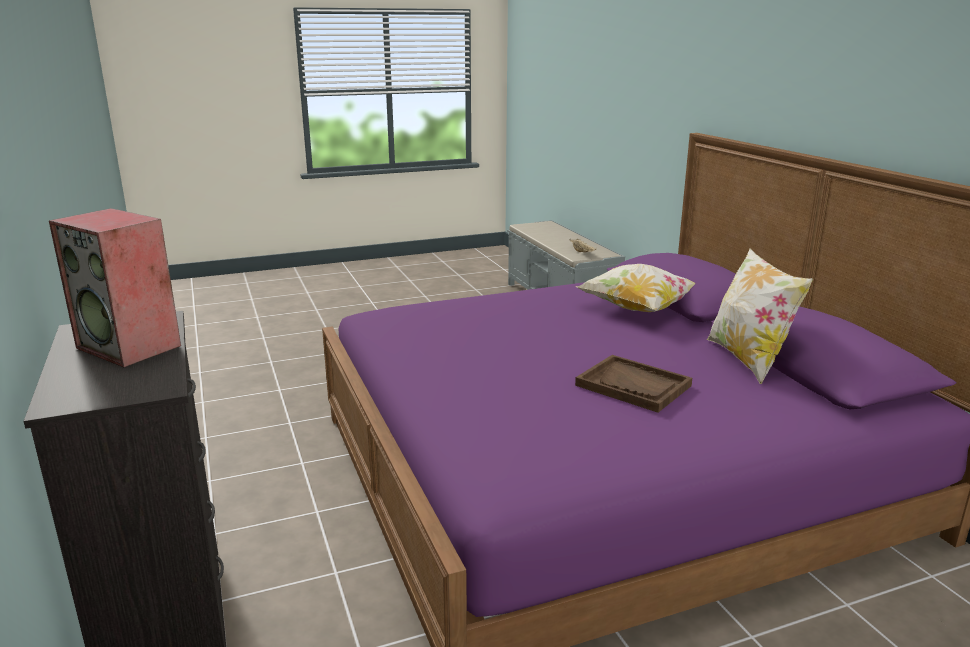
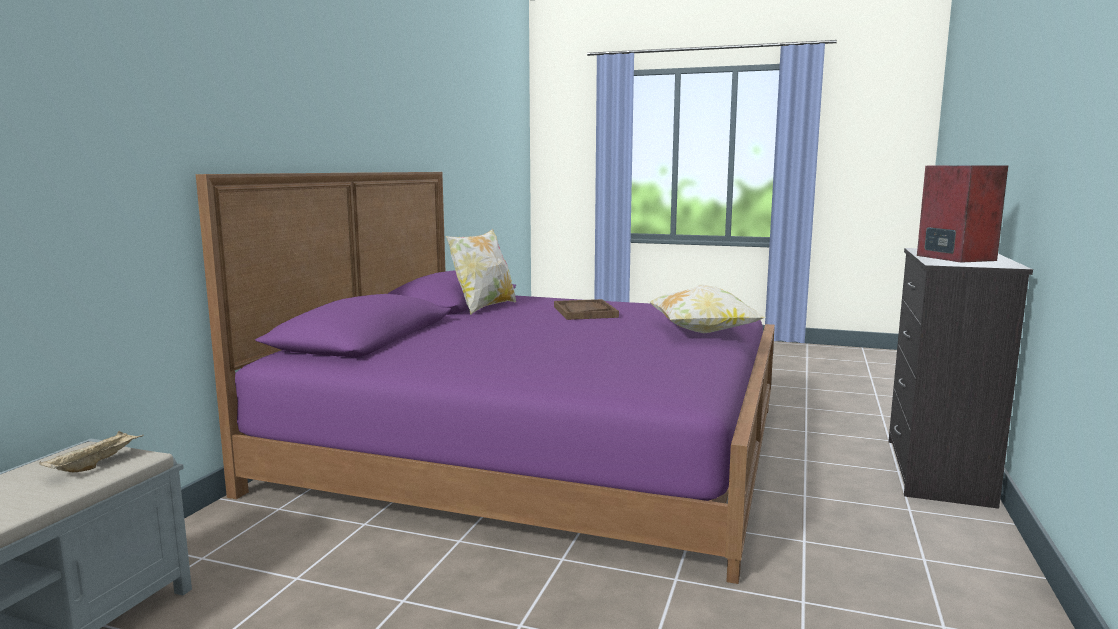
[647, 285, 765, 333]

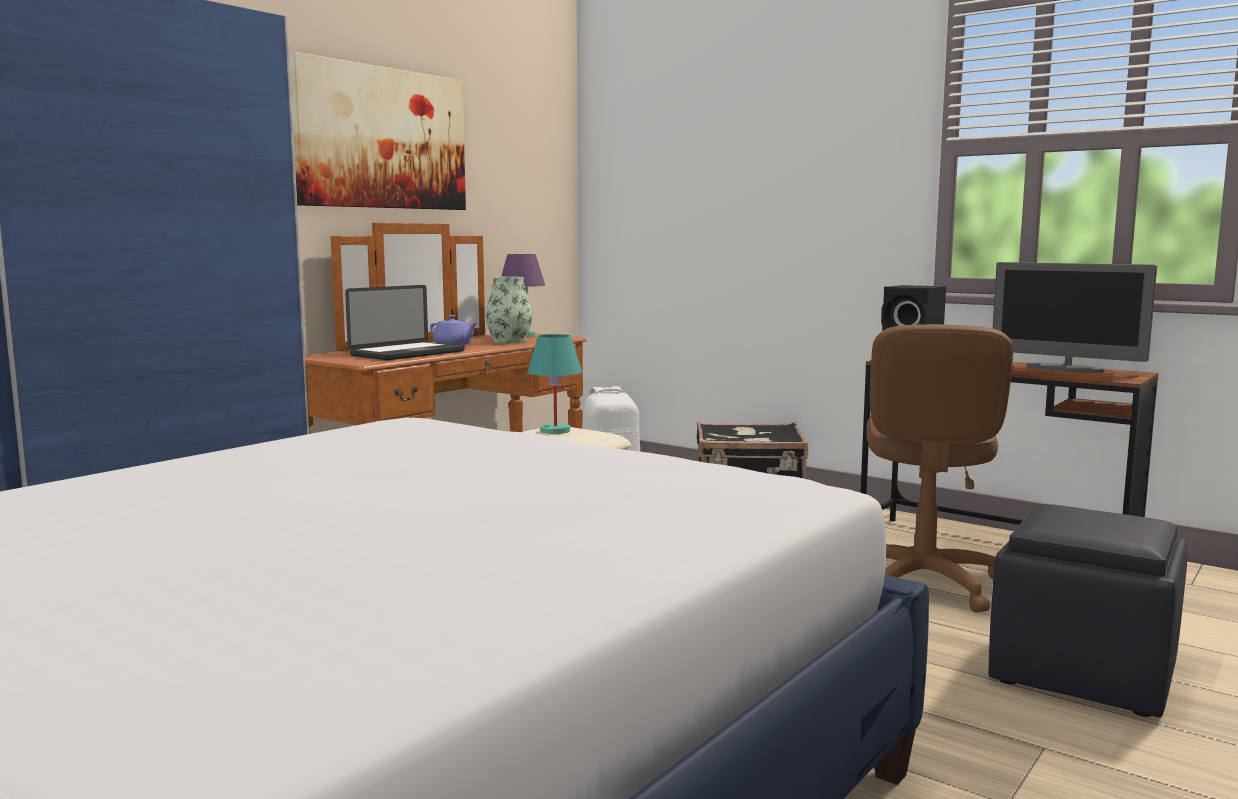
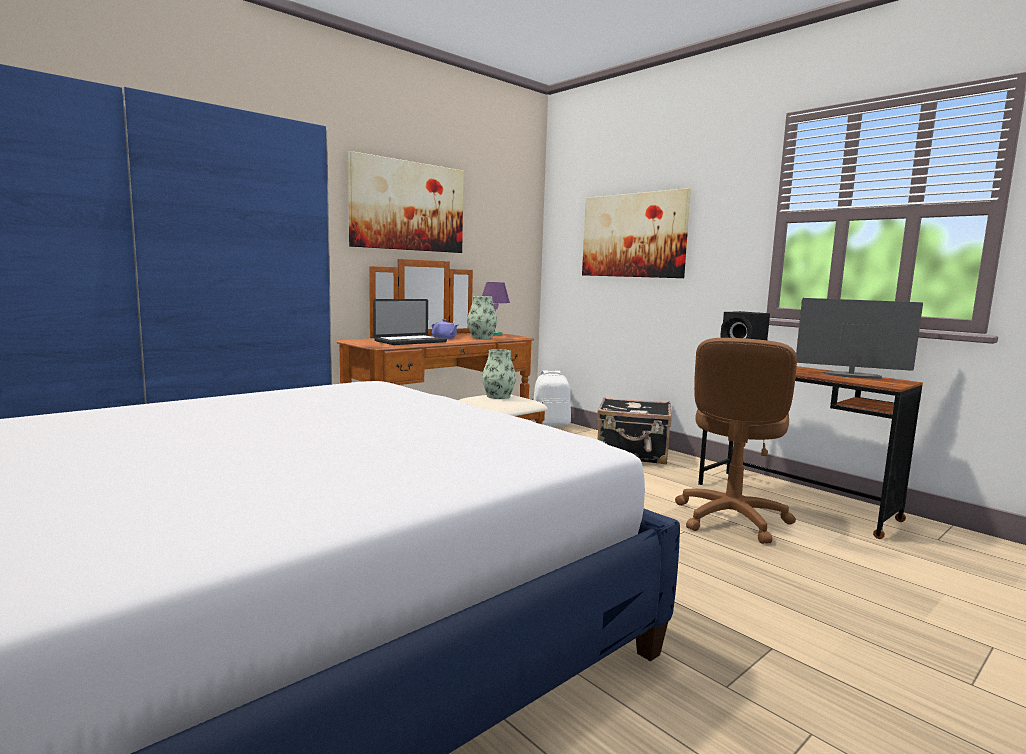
[482, 349, 516, 399]
[582, 188, 691, 278]
[796, 298, 923, 379]
[988, 504, 1187, 718] (first image)

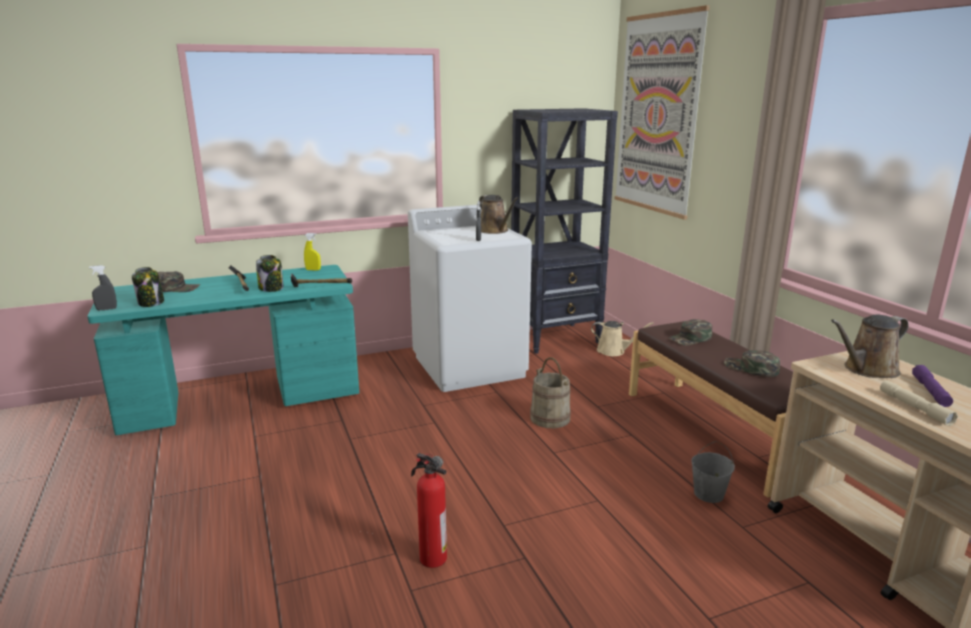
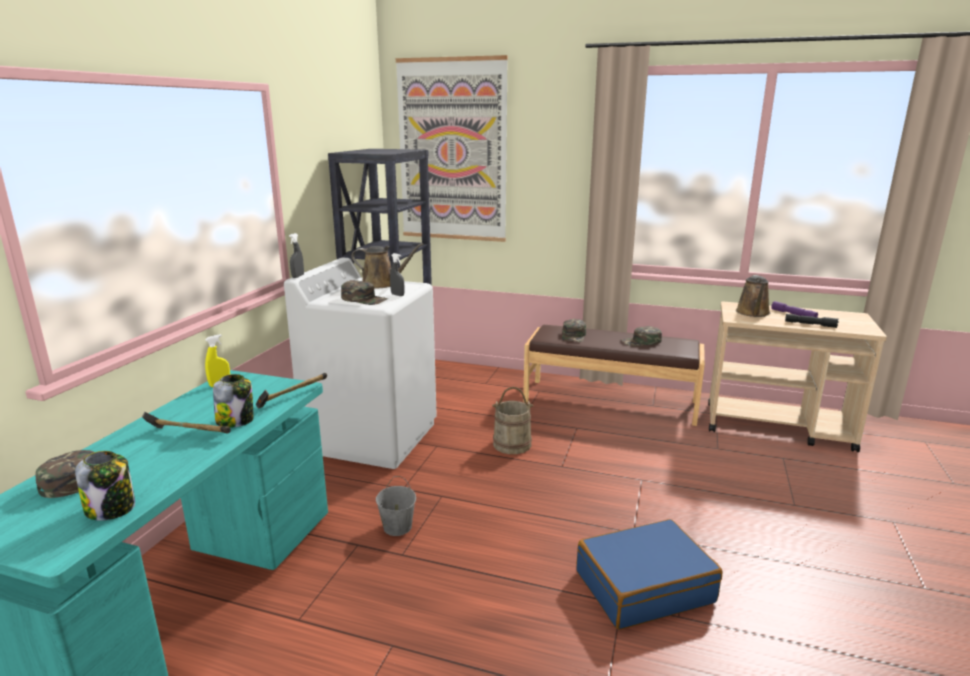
[289, 233, 304, 278]
[341, 280, 388, 305]
[376, 476, 416, 536]
[576, 519, 723, 630]
[785, 314, 839, 328]
[591, 321, 654, 356] (first image)

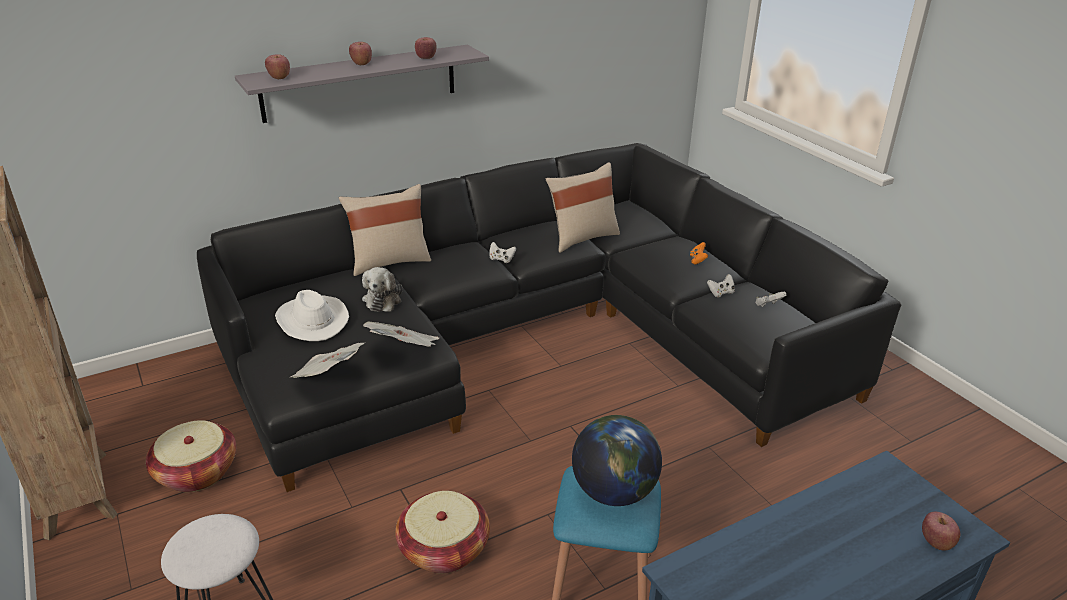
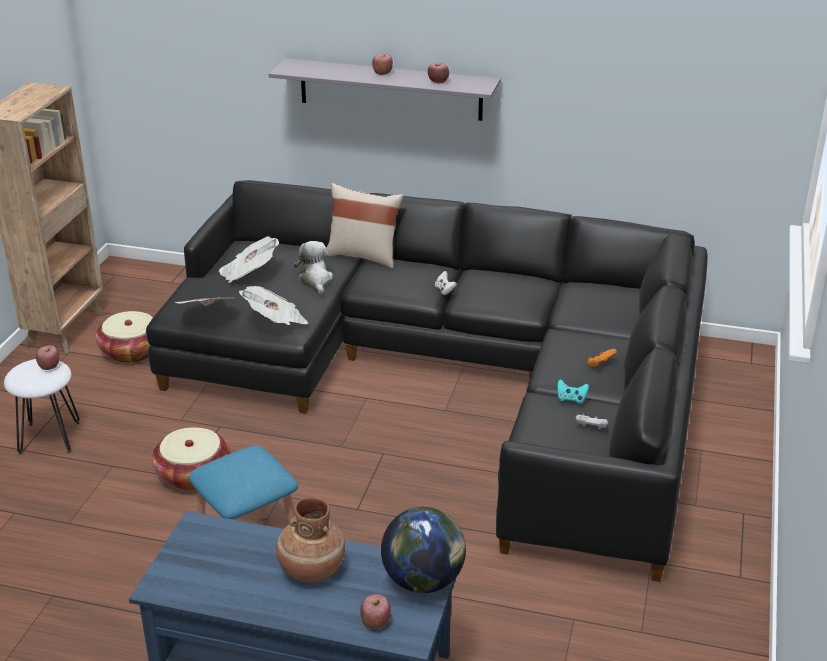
[36, 345, 59, 370]
[219, 236, 279, 283]
[276, 497, 345, 583]
[294, 241, 333, 295]
[381, 507, 466, 593]
[557, 380, 589, 404]
[546, 162, 620, 253] (first image)

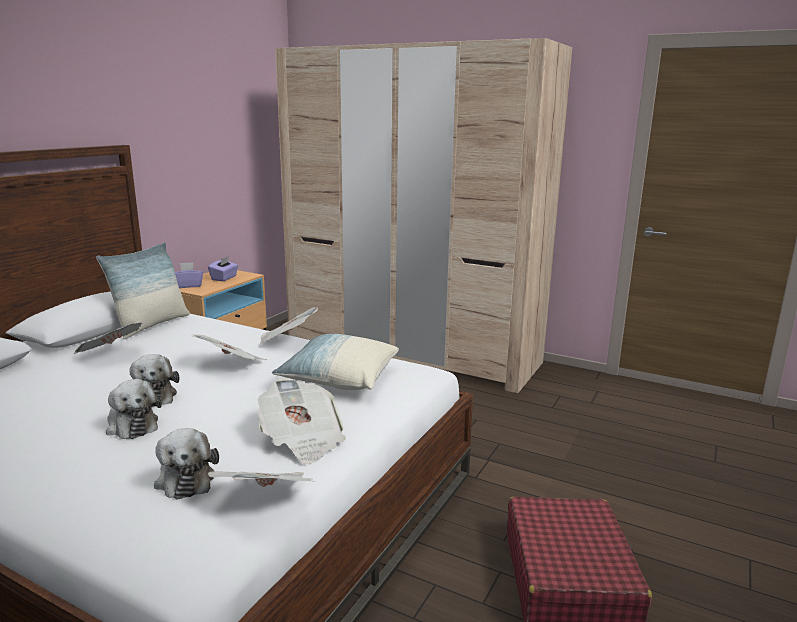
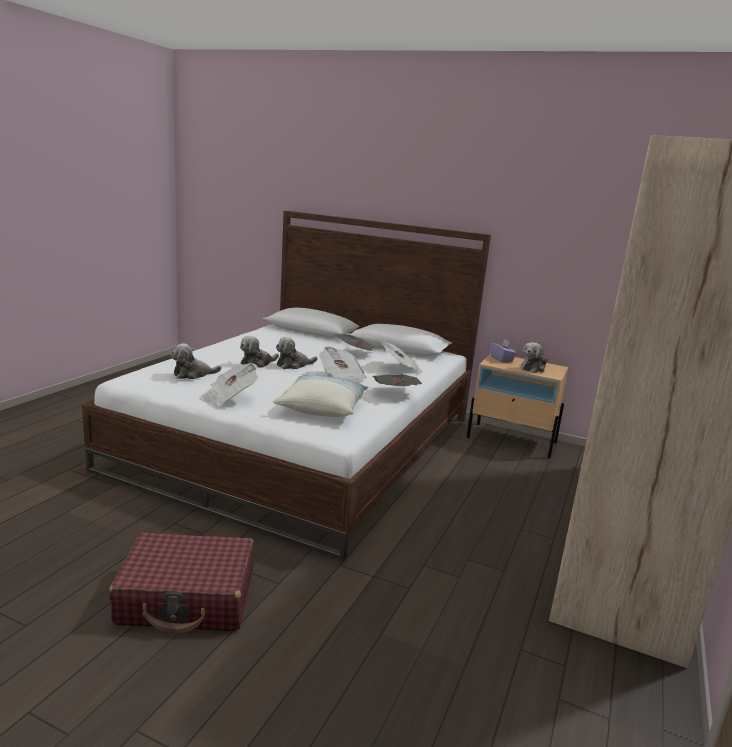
[379, 340, 422, 372]
[521, 342, 547, 373]
[96, 242, 190, 339] (first image)

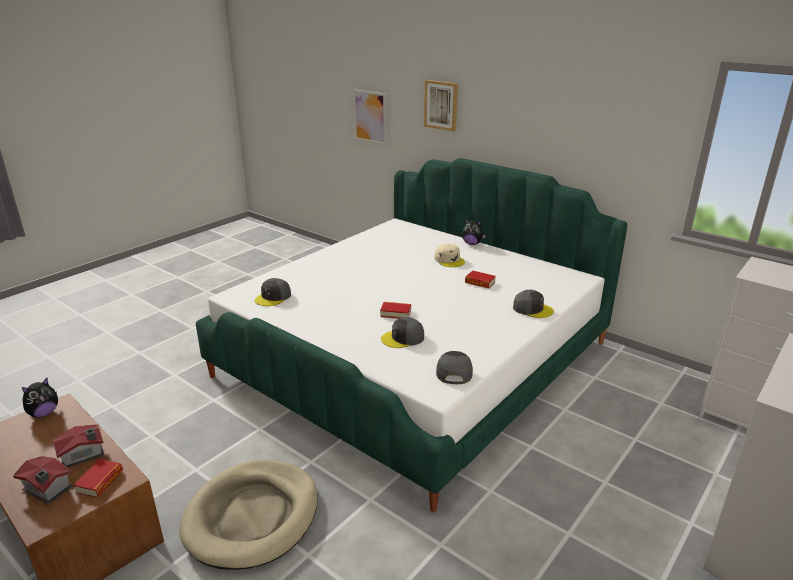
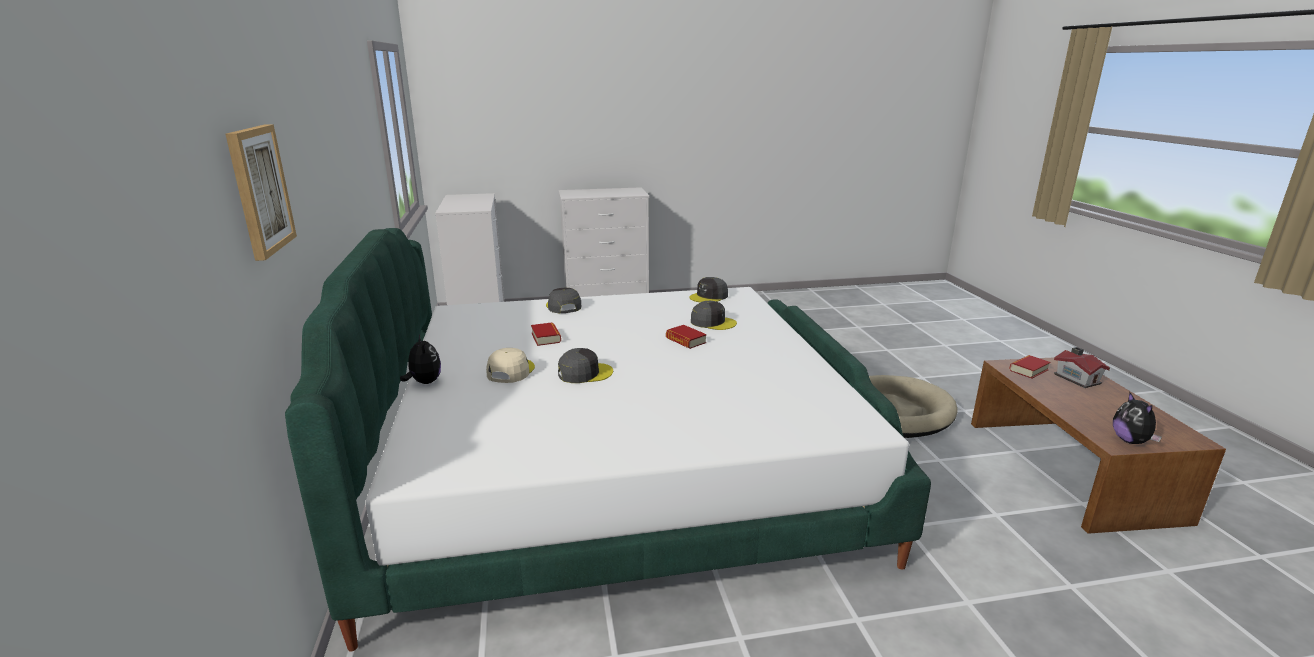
[558, 348, 613, 383]
[1113, 392, 1162, 444]
[53, 424, 104, 468] (first image)
[353, 89, 386, 145] (first image)

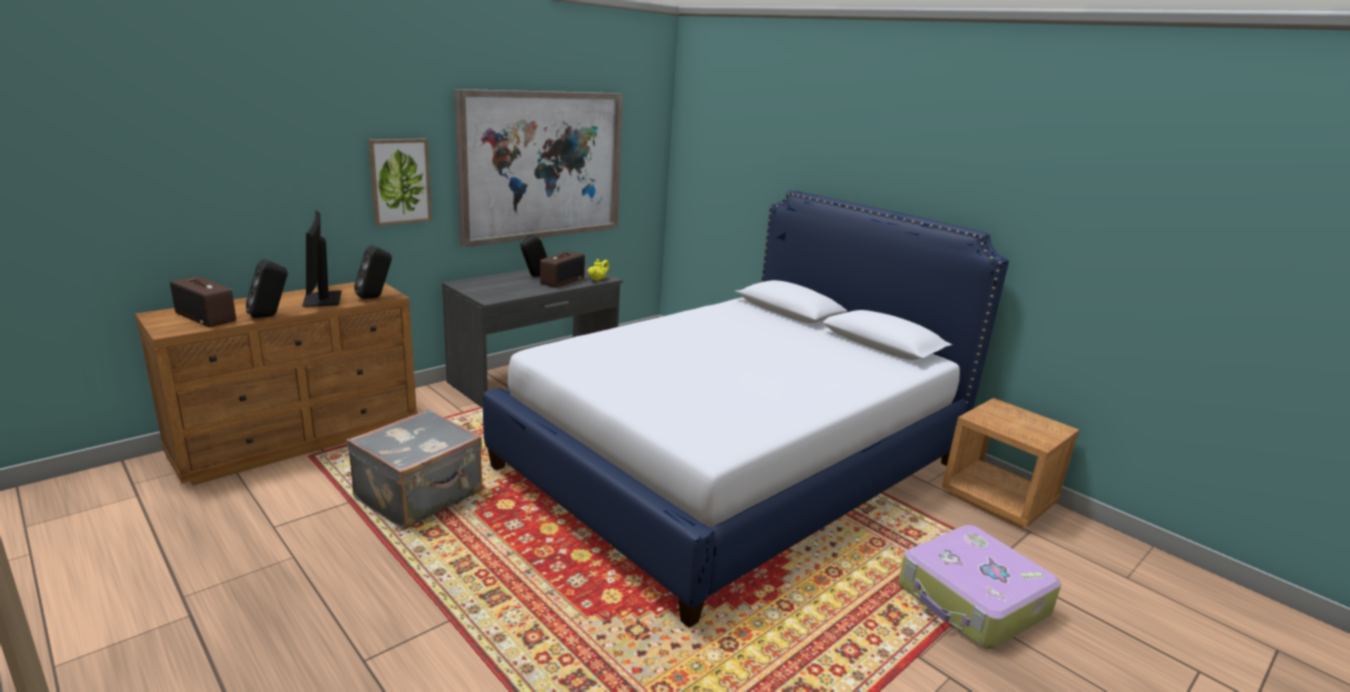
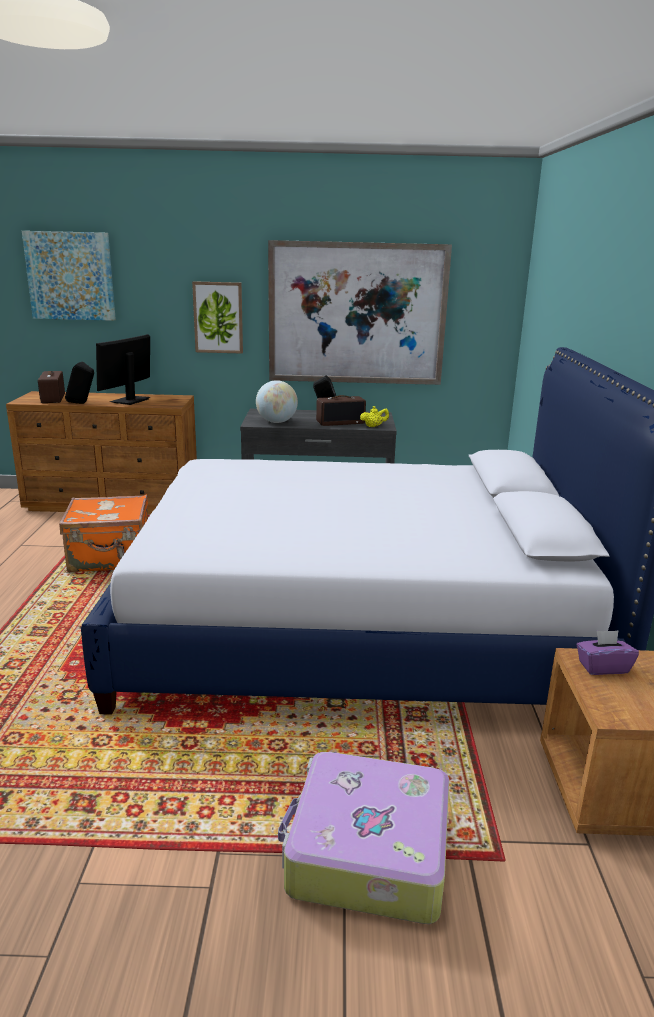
[22, 231, 116, 321]
[59, 495, 148, 573]
[256, 380, 298, 423]
[577, 631, 639, 675]
[354, 245, 392, 299] (first image)

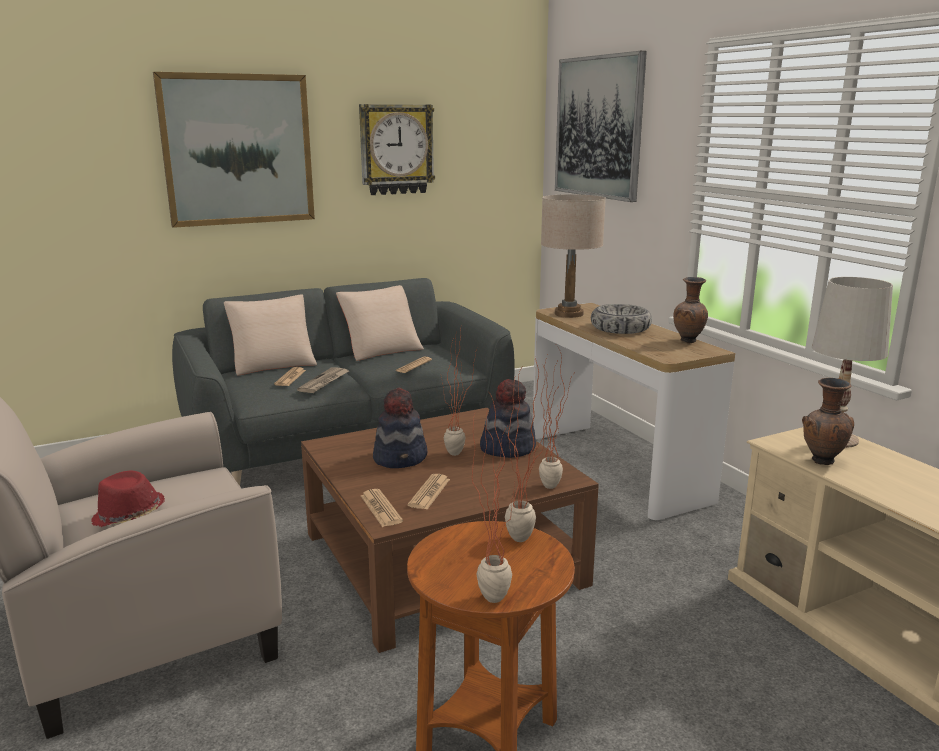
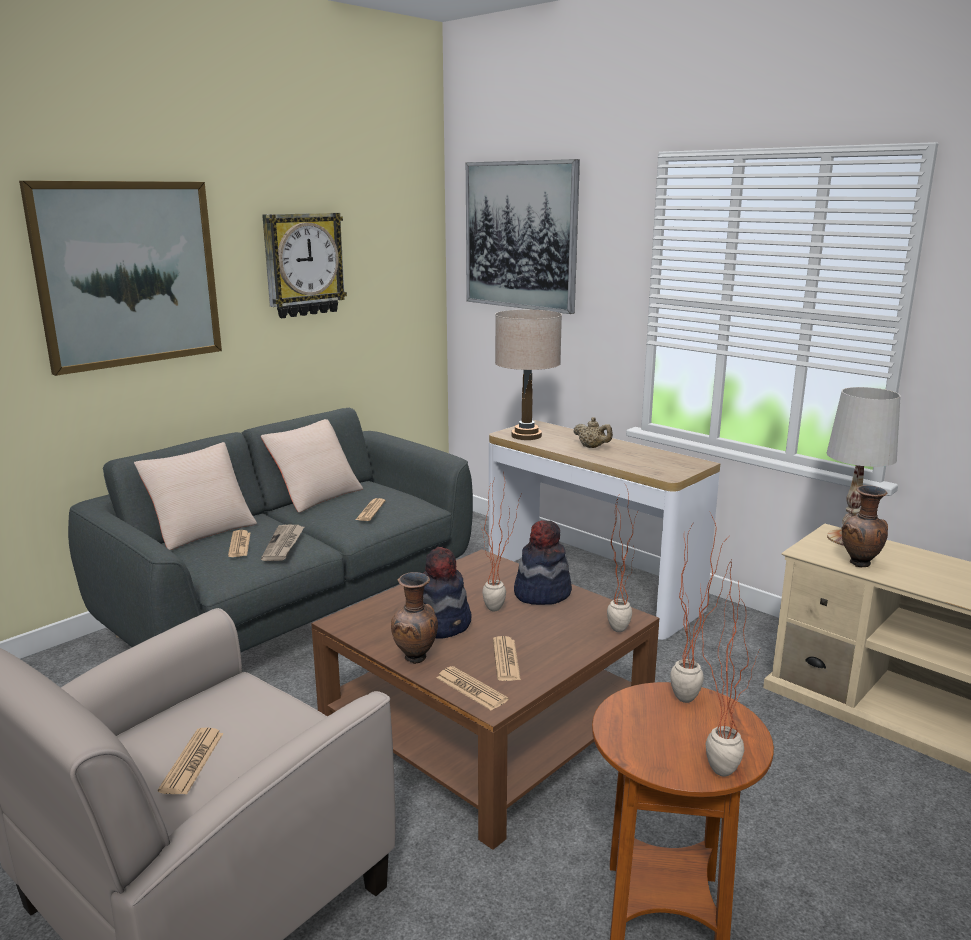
[158, 727, 224, 795]
[391, 572, 438, 664]
[573, 417, 613, 448]

